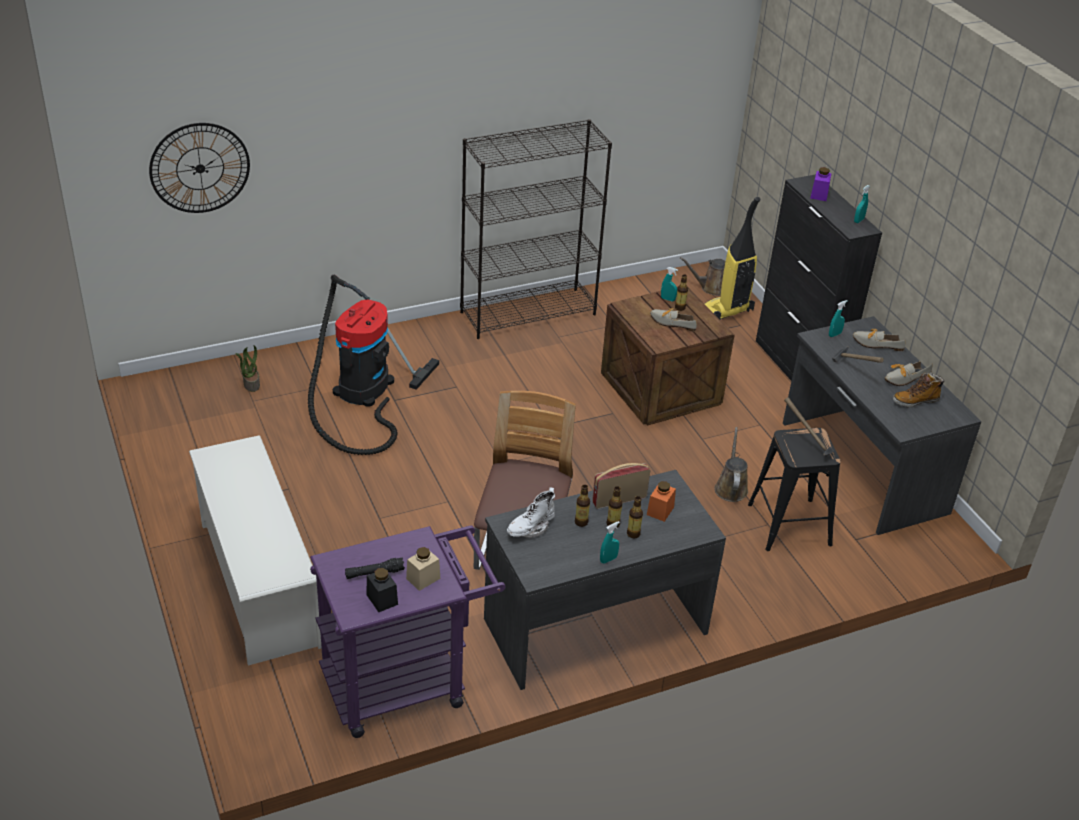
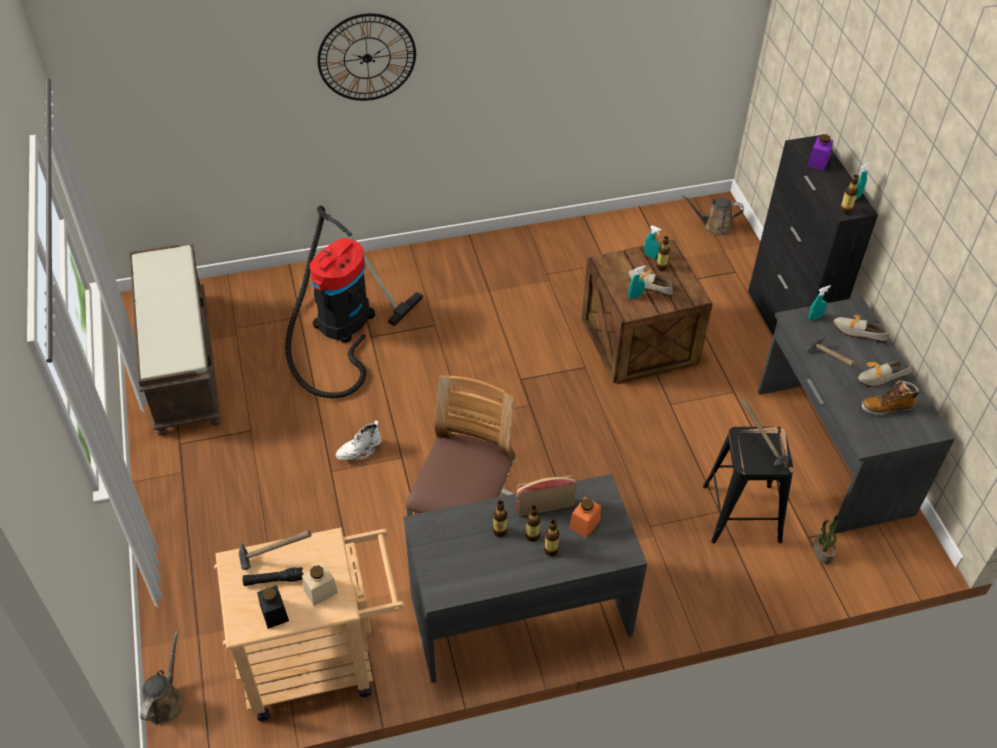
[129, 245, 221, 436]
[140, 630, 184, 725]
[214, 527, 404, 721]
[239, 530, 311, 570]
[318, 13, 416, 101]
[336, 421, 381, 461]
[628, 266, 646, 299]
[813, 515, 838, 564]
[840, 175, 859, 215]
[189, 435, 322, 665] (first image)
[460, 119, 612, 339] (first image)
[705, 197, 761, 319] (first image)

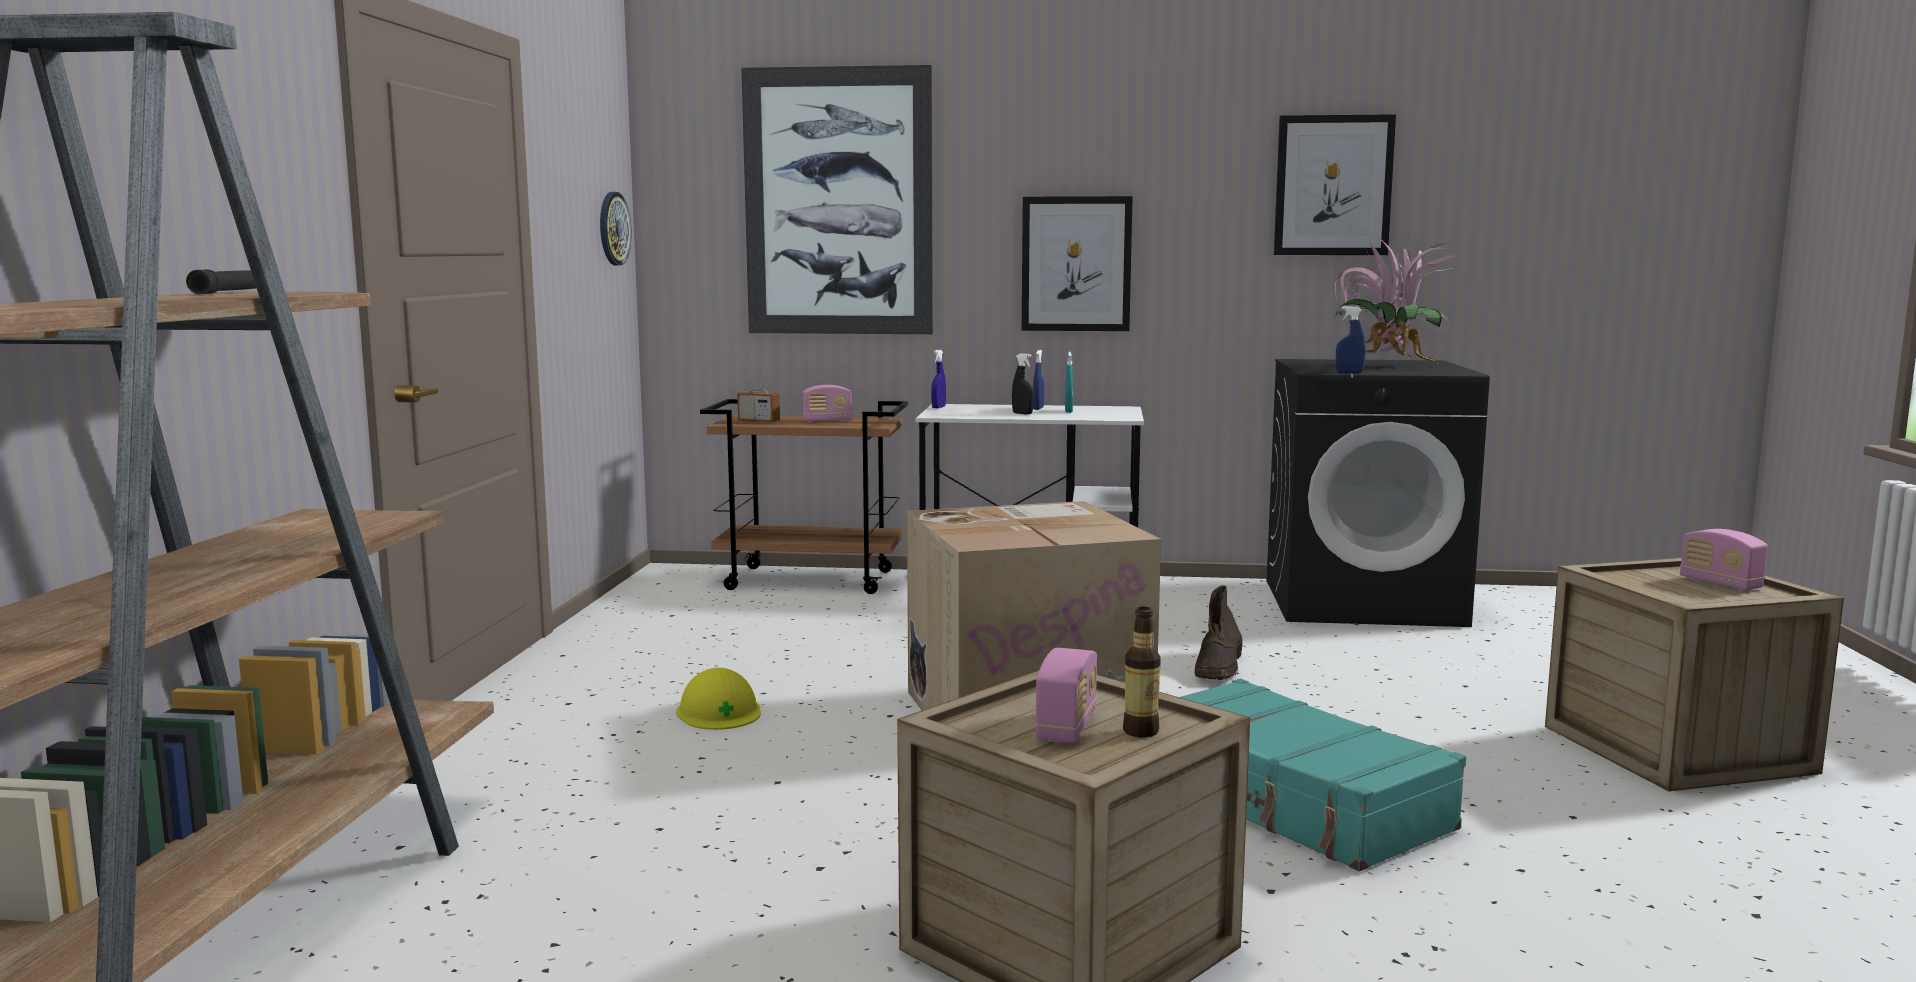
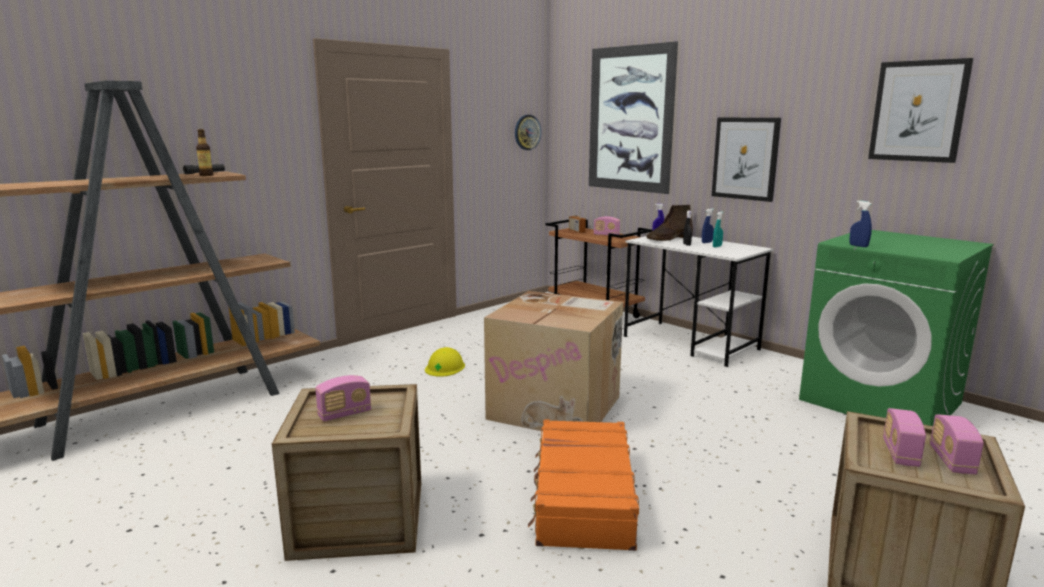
[196, 129, 213, 176]
[528, 419, 639, 551]
[647, 205, 693, 241]
[799, 230, 993, 426]
[883, 408, 926, 467]
[1335, 239, 1459, 364] (first image)

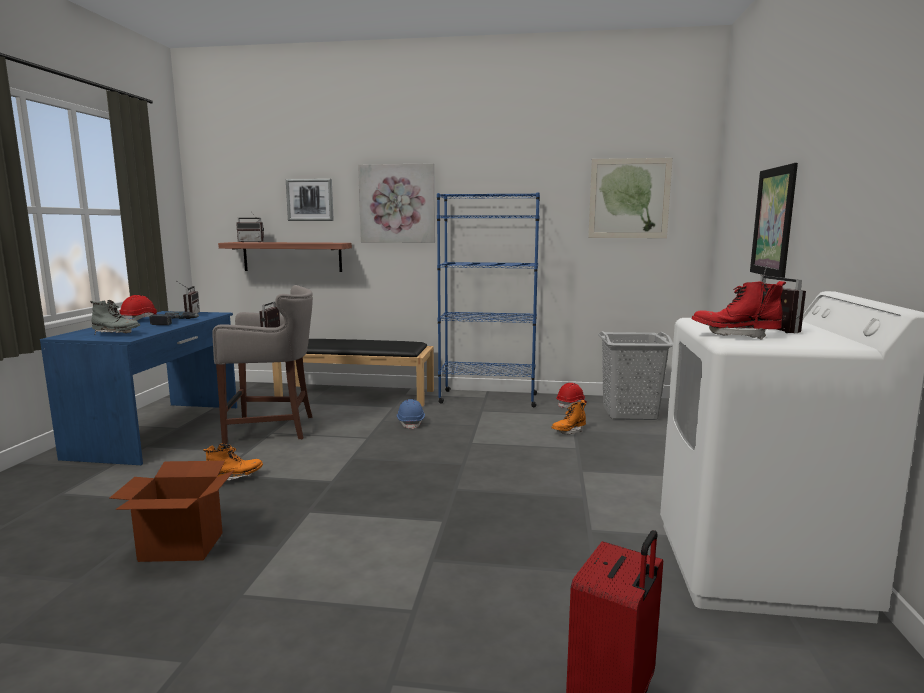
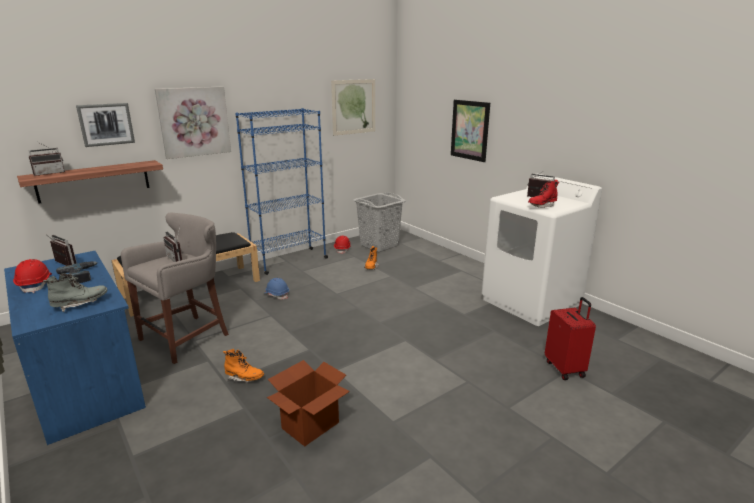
[223, 349, 264, 383]

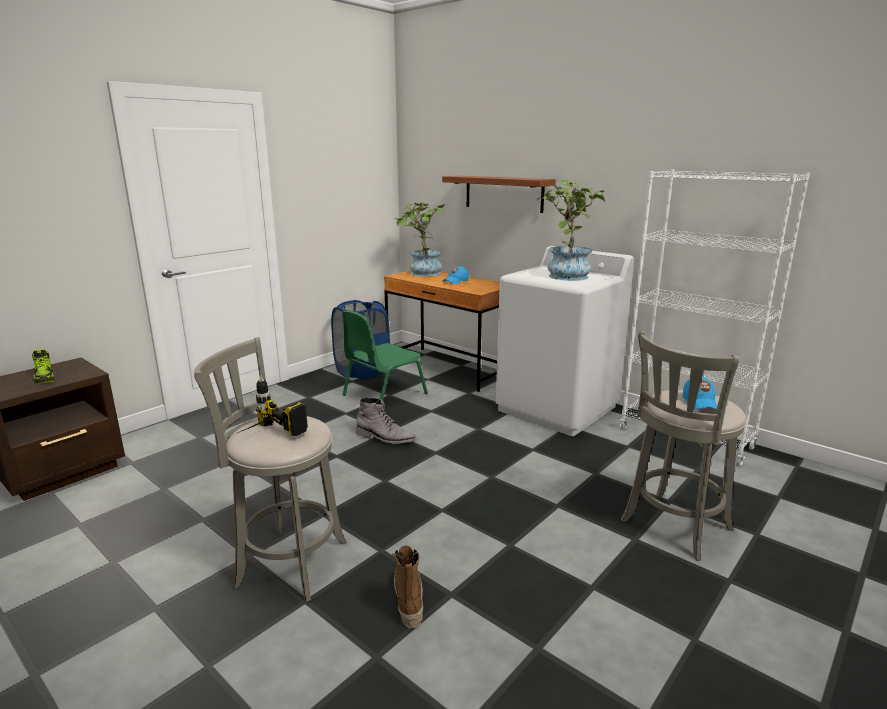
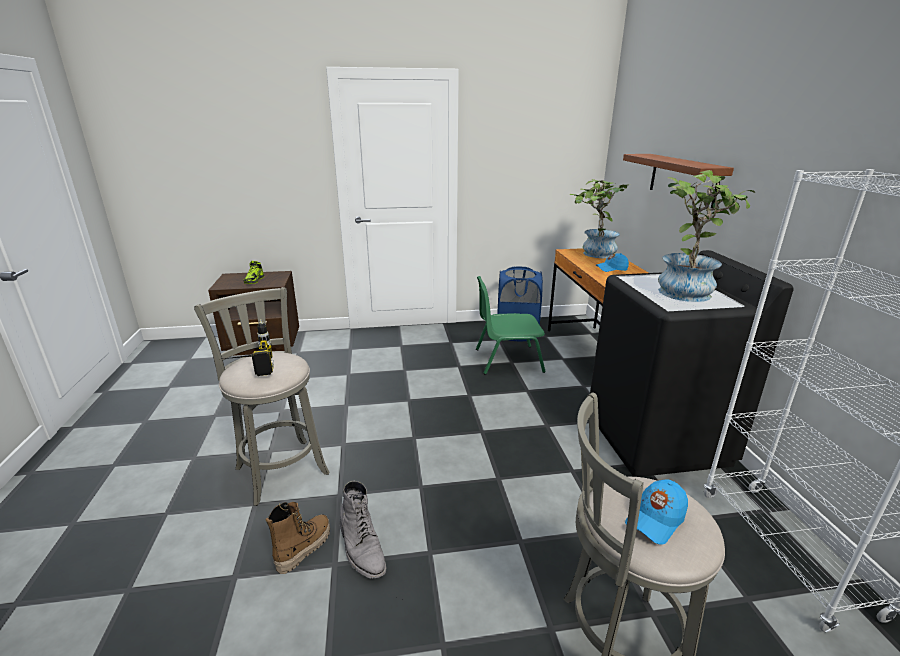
[340, 481, 387, 579]
[590, 250, 794, 477]

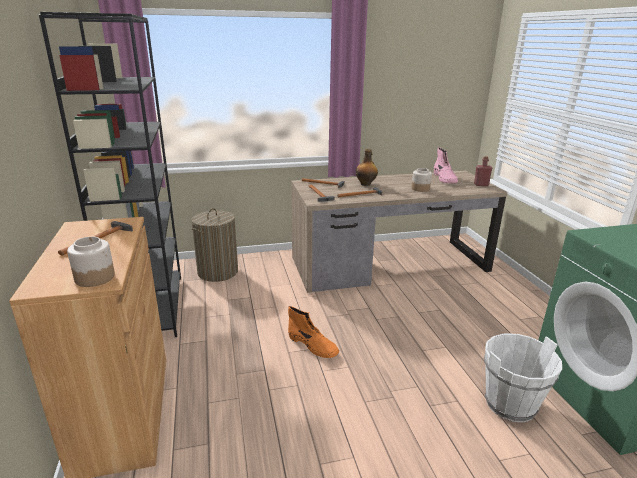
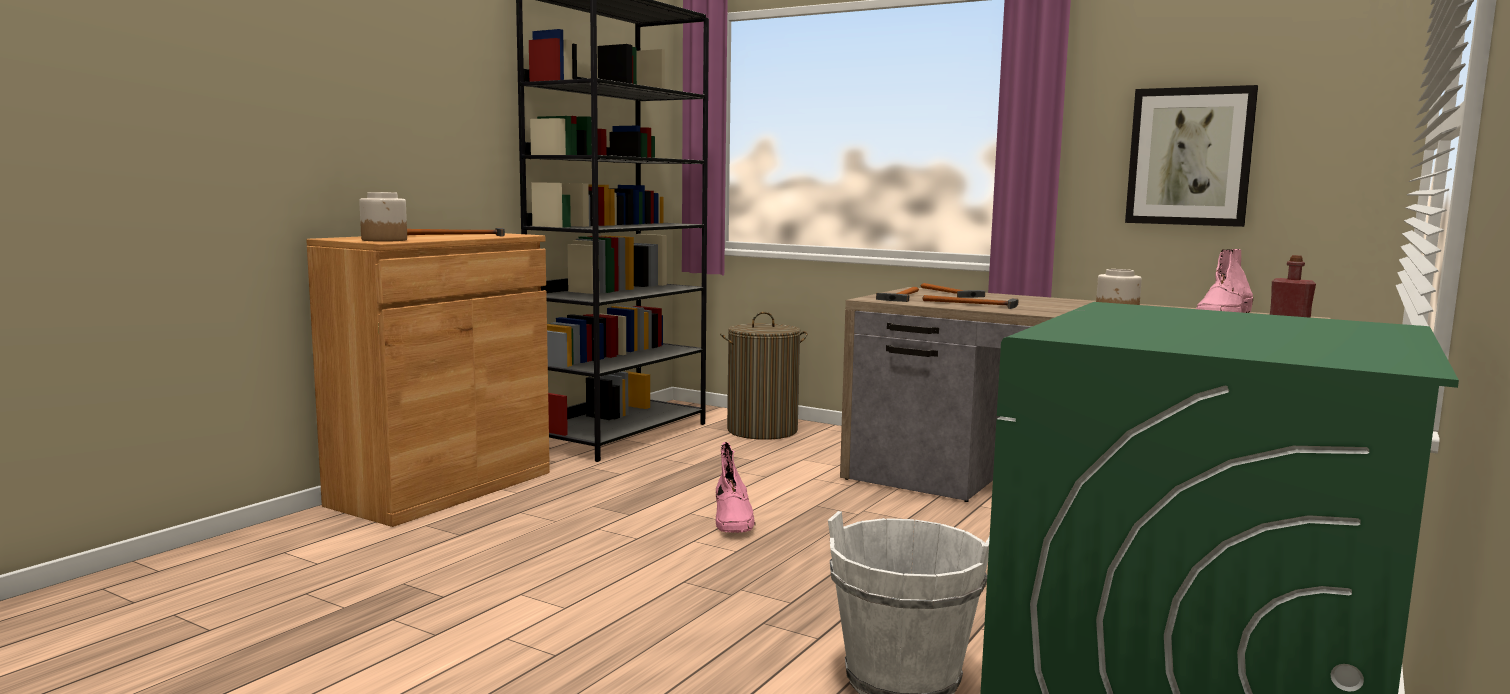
[716, 442, 755, 533]
[1125, 85, 1258, 227]
[356, 149, 378, 186] (first image)

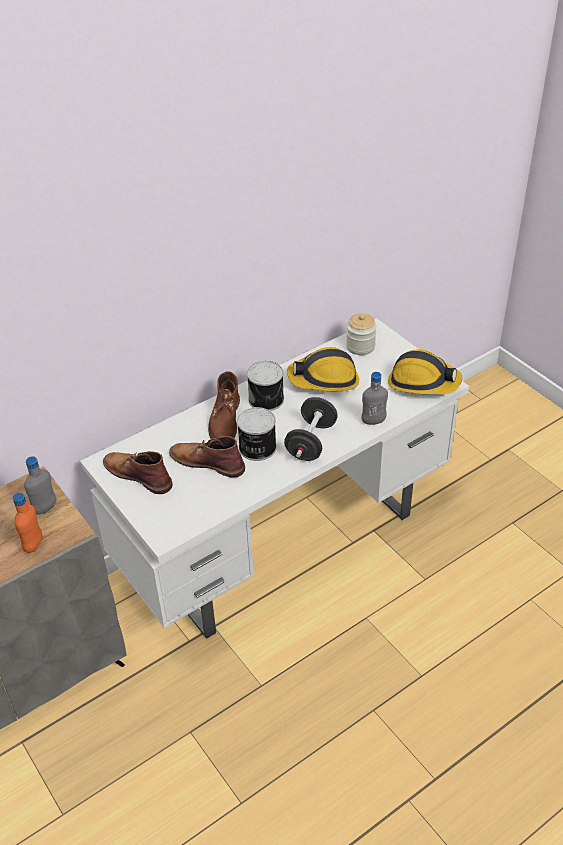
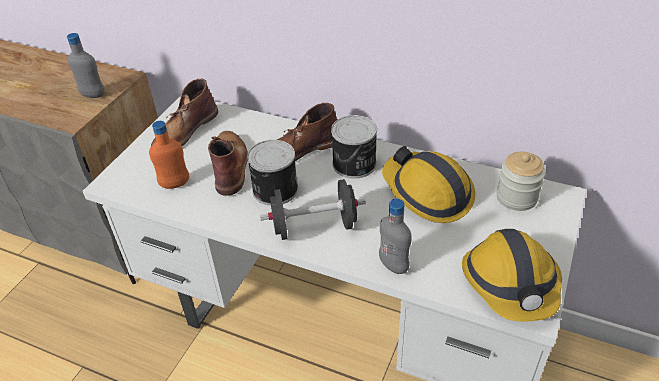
[149, 121, 189, 189]
[151, 79, 218, 146]

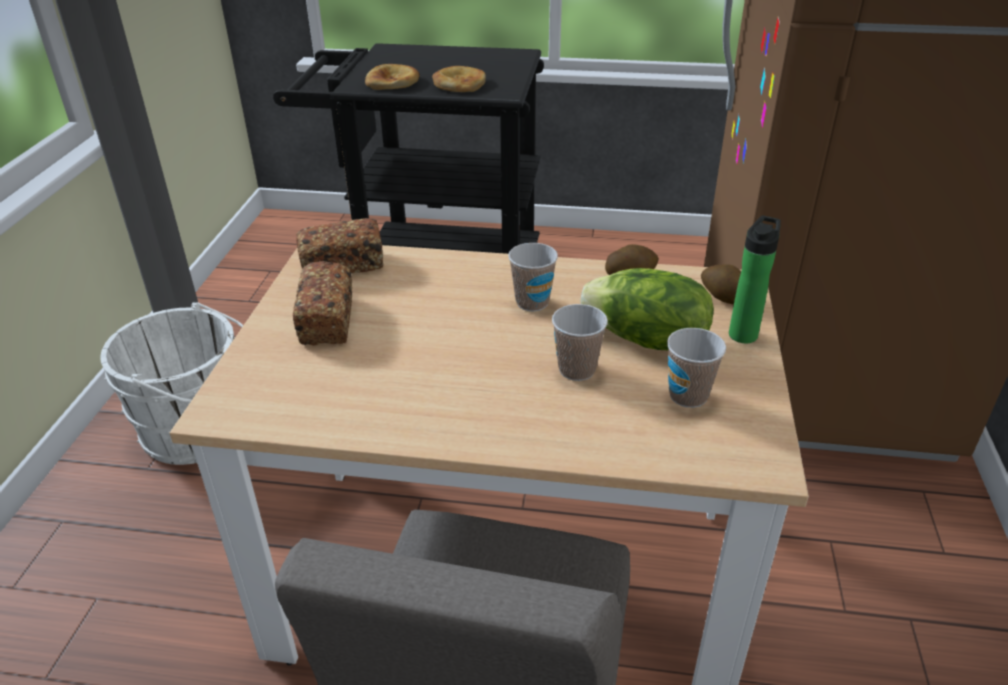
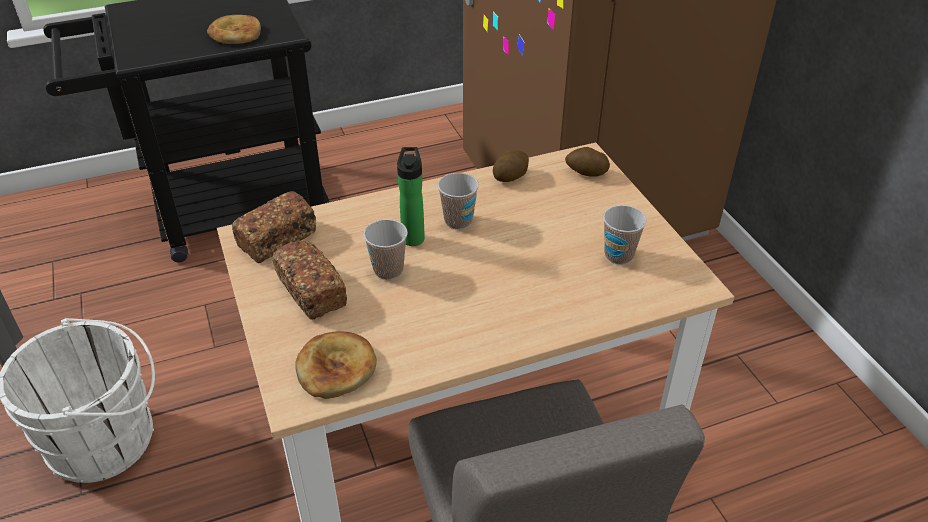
[296, 332, 377, 399]
[364, 219, 408, 280]
[397, 147, 425, 246]
[581, 268, 714, 350] (first image)

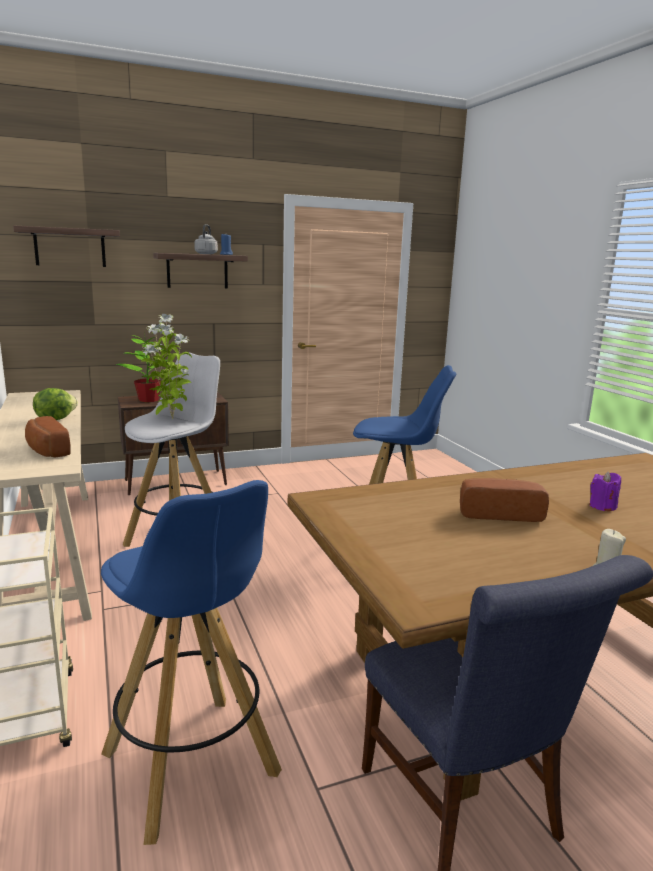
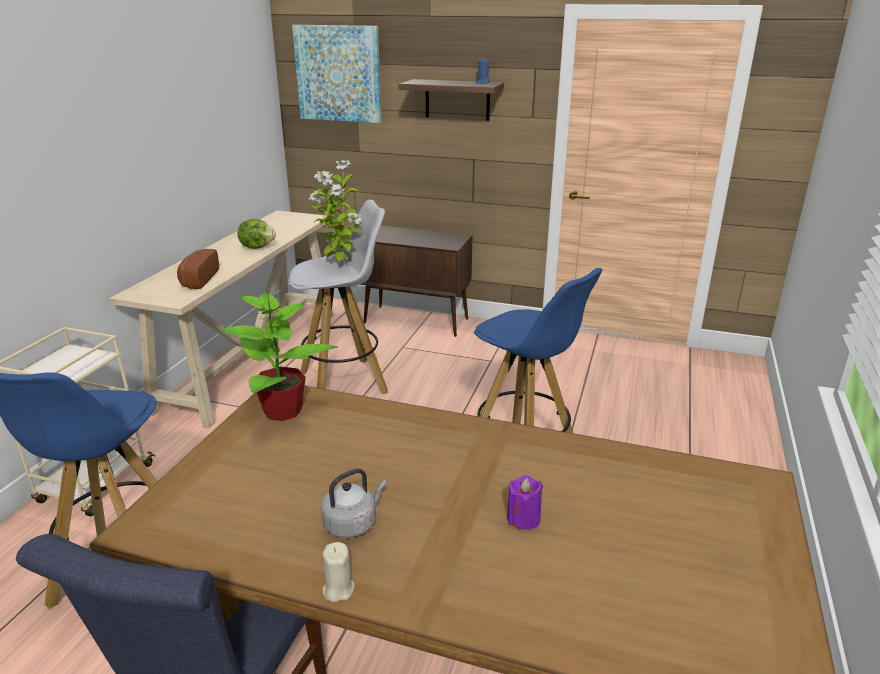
[220, 290, 338, 421]
[292, 25, 382, 123]
[321, 468, 387, 538]
[460, 478, 549, 522] (first image)

